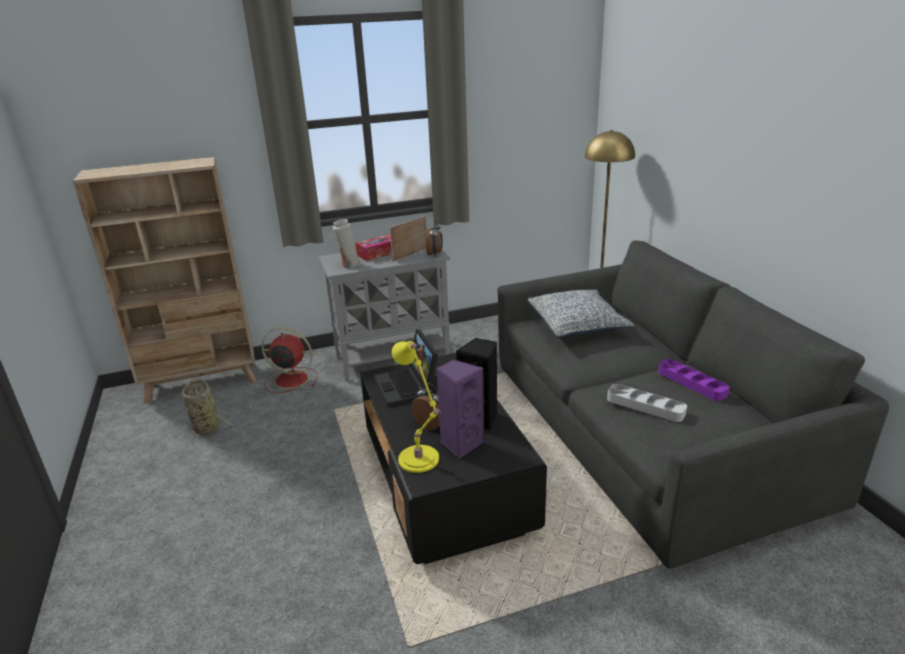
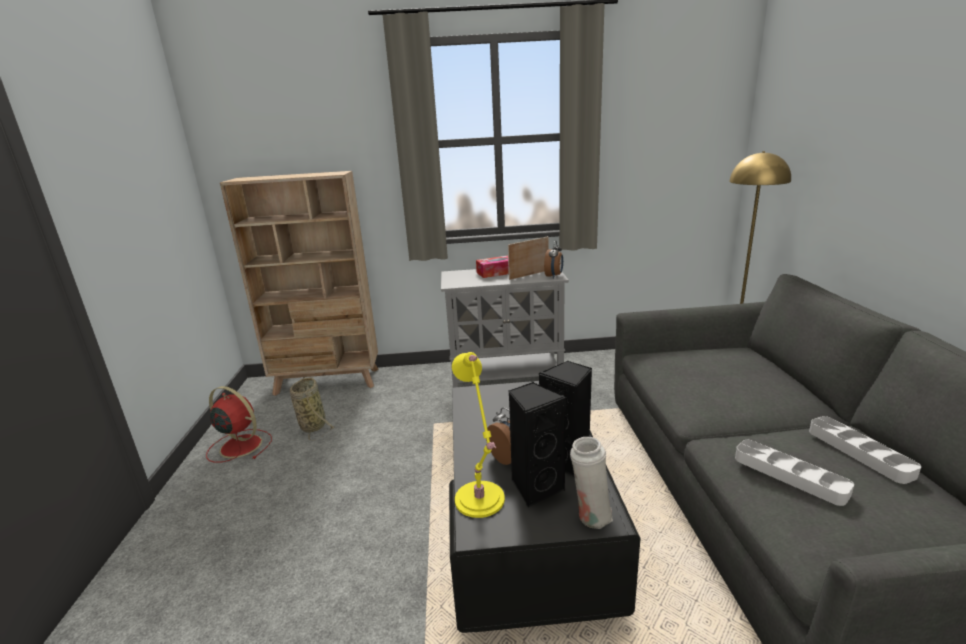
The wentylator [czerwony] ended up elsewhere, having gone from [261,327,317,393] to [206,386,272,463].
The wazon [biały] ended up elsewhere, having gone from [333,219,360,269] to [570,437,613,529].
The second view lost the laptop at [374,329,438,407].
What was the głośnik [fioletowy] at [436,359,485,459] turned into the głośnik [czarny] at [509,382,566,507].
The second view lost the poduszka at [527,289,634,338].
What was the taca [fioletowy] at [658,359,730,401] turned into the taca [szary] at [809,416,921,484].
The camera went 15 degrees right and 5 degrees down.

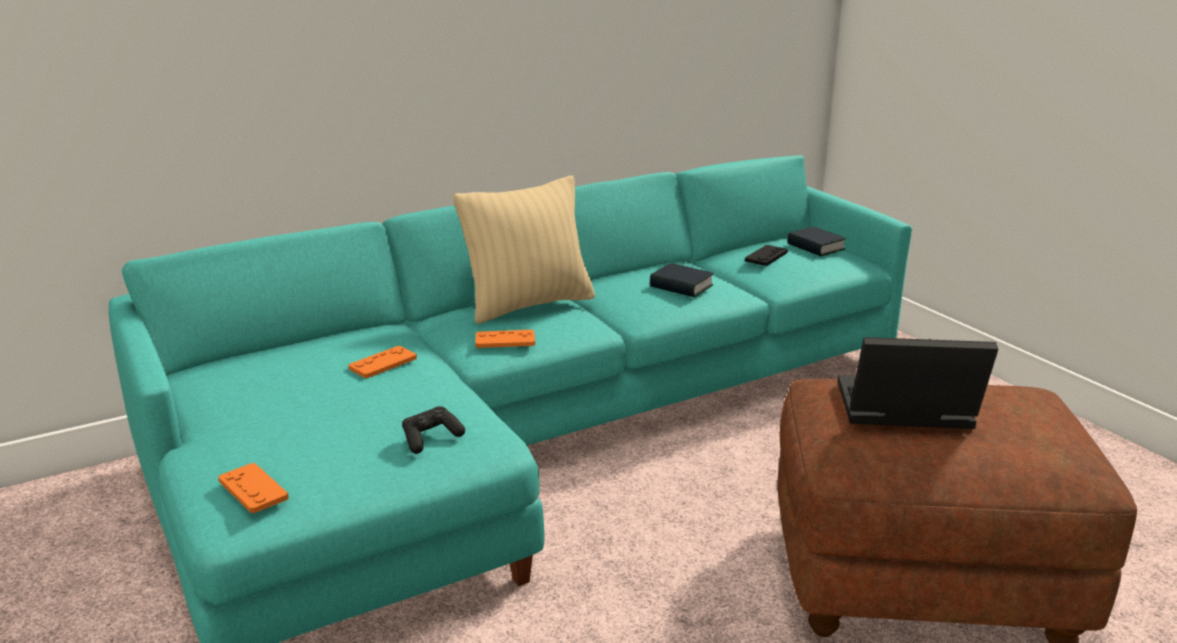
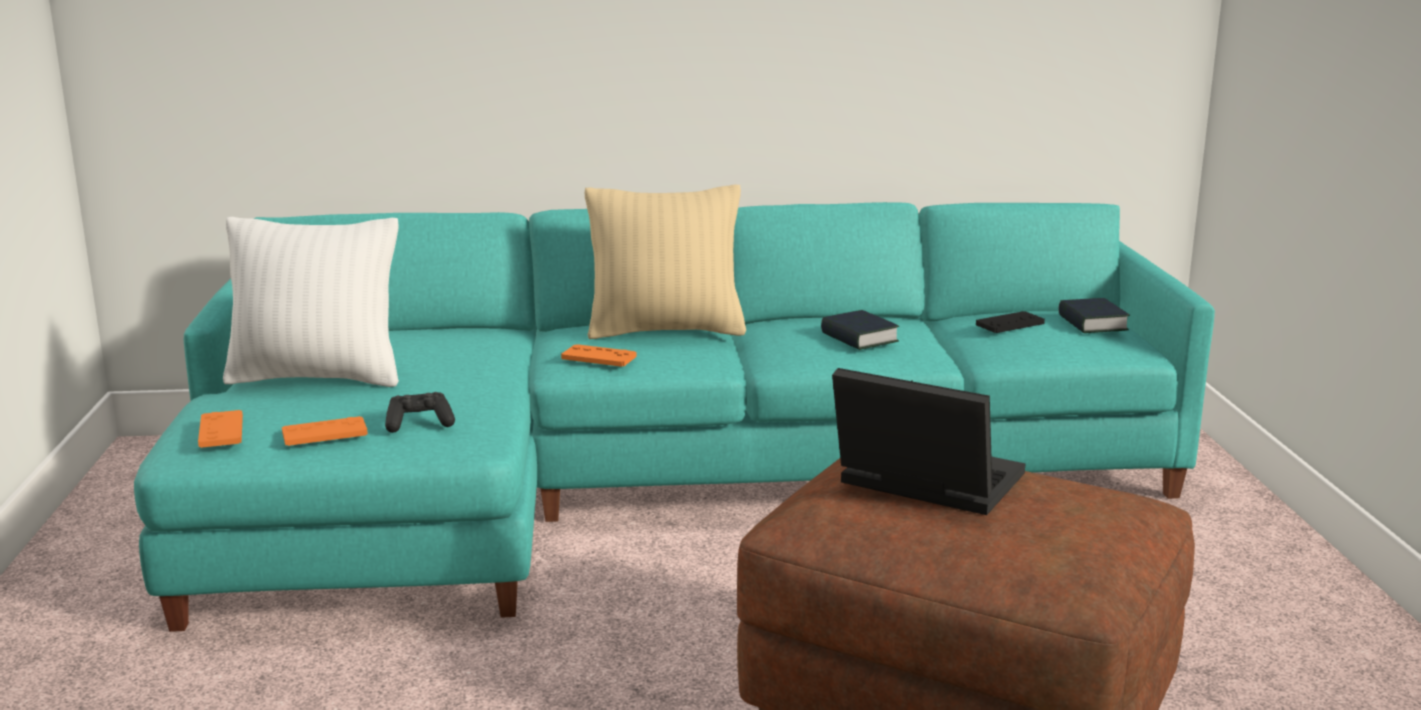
The pad do gier [pomarańczowy] ended up elsewhere, having gone from [348,346,417,378] to [282,416,368,446].
The second view gained the poduszka [biały] at [223,217,399,387].
The camera went 25 degrees right and 5 degrees down.

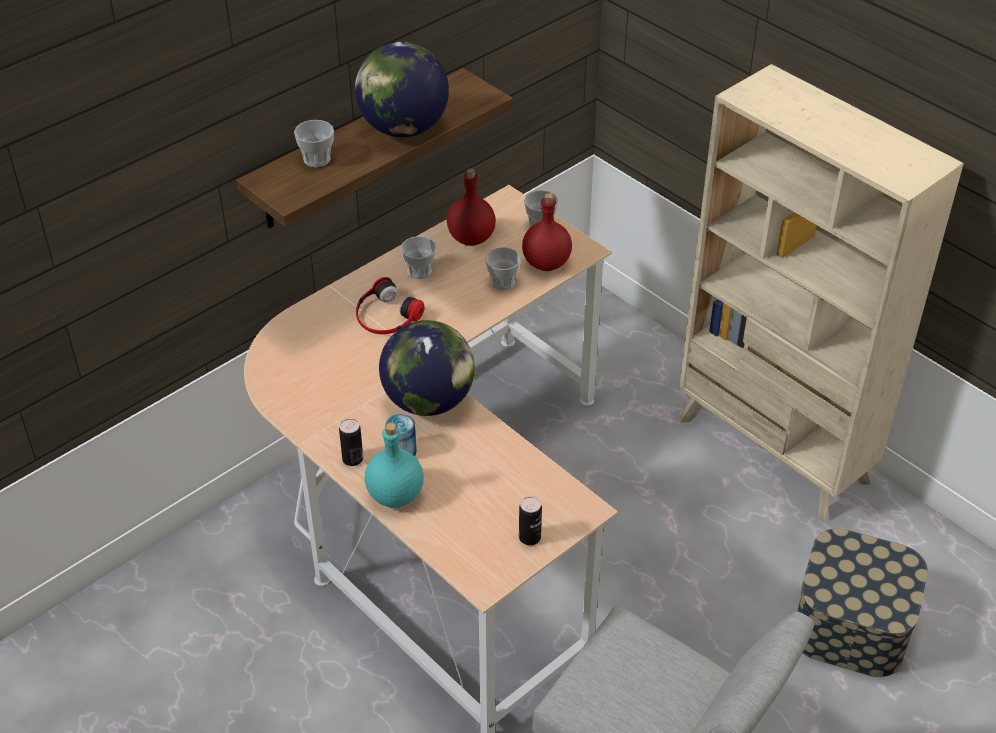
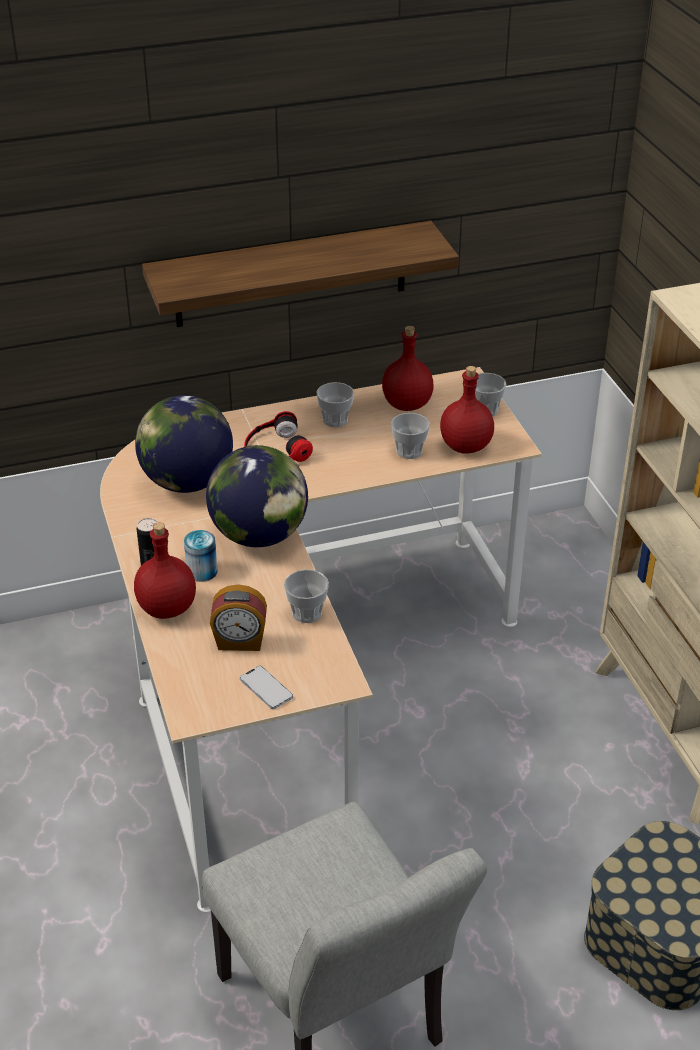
The filiżanka ended up elsewhere, having gone from [294,120,334,167] to [284,569,329,623].
The globus ended up elsewhere, having gone from [355,42,449,137] to [135,395,233,493].
What was the butelka [turkusowy] at [365,423,424,508] turned into the butelka [czerwony] at [134,522,196,619].
Where the puszka stood at [519,496,542,545], the telefon came to stand at [240,666,293,709].
The second view gained the budzik at [210,584,267,651].
The camera went 25 degrees right and 5 degrees down.

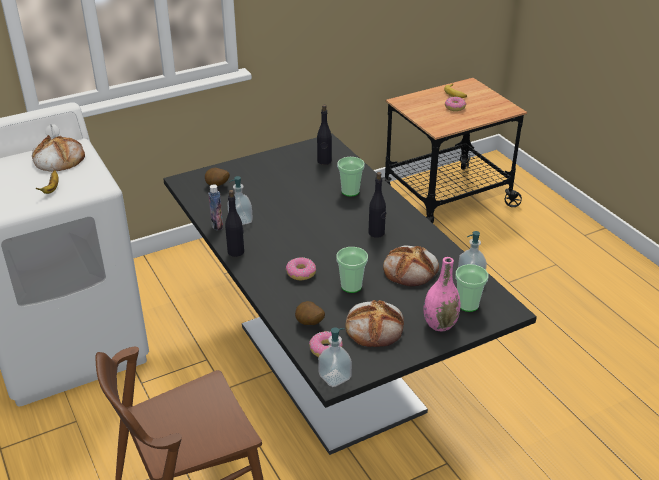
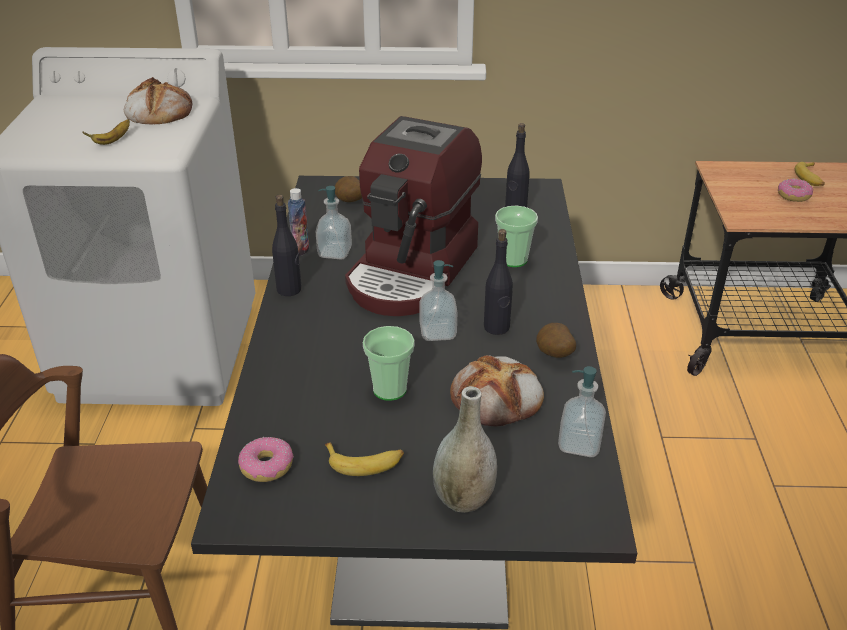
The second view lost the donut at [286,257,316,280].
The ziemniak ended up elsewhere, having gone from [295,301,325,325] to [536,323,576,358].
The dozownik mydła ended up elsewhere, having gone from [318,327,352,387] to [420,260,457,341].
Where the chleb stood at [346,300,404,347], the banan came to stand at [325,442,404,476].
What was the wazon [różowy] at [423,257,461,331] turned into the wazon [szary] at [433,386,497,513].
The second view lost the filiżanka at [455,264,488,312].
The second view gained the ekspres do kawy at [345,116,482,316].
The camera went 30 degrees right and 0 degrees up.

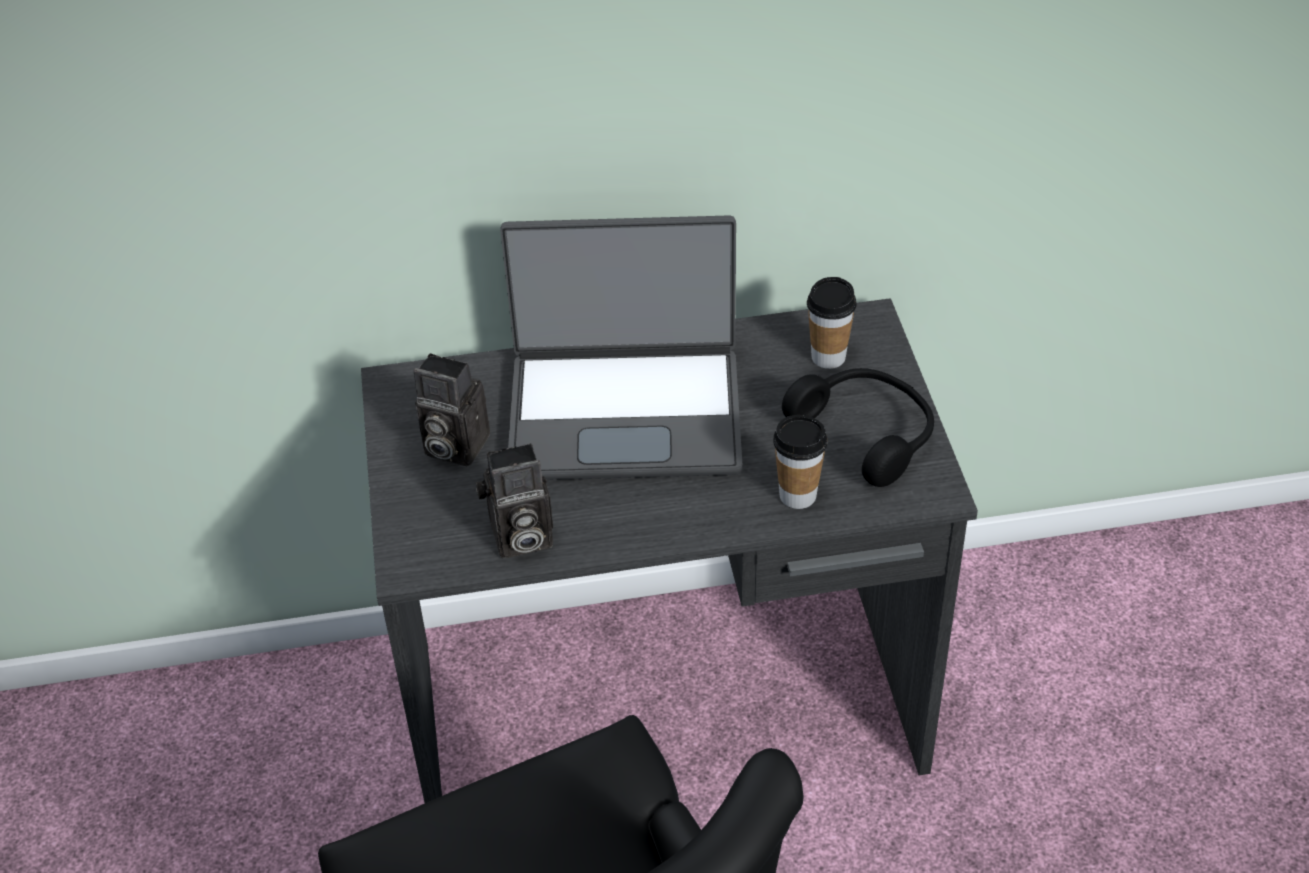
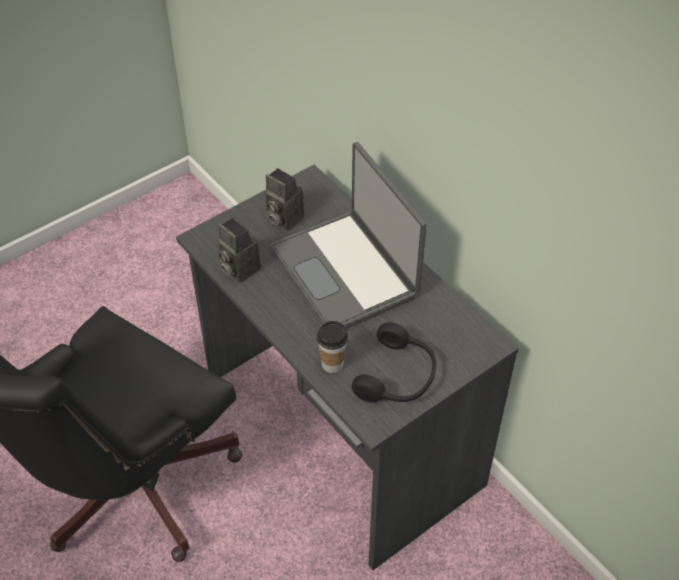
The aparat fotograficzny at [414,353,490,467] ended up facing another way, 45 degrees counterclockwise from before.
The second view lost the filiżanka at [807,277,856,369].
The camera went 60 degrees right and 5 degrees up.

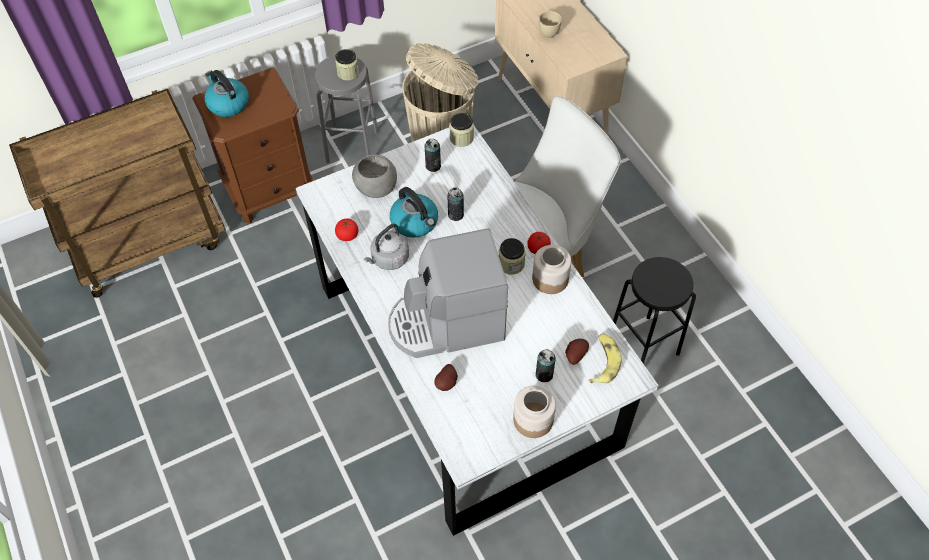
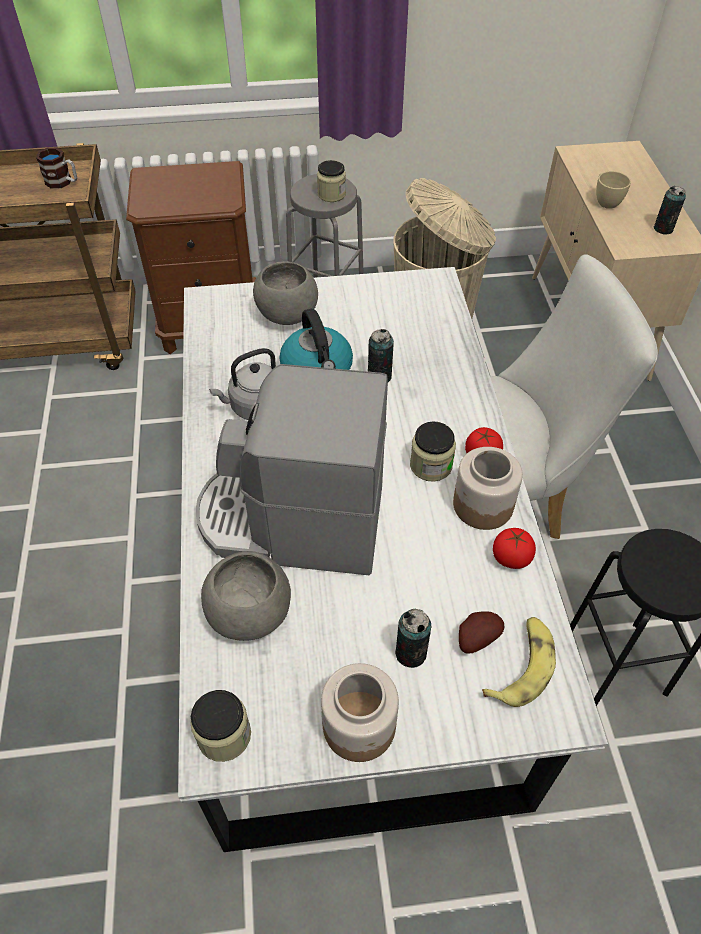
The second view lost the czajnik at [204,70,249,117].
The pomidor ended up elsewhere, having gone from [335,218,358,241] to [493,528,536,569].
The puszka ended up elsewhere, having gone from [425,139,441,172] to [654,186,686,234].
Where the ziemniak stood at [434,364,458,391], the miska [szary] came to stand at [201,551,291,641].
The słoik ended up elsewhere, having gone from [449,113,474,147] to [190,690,251,762].
The second view gained the kubek at [36,148,77,189].
The camera went 20 degrees right and 5 degrees down.

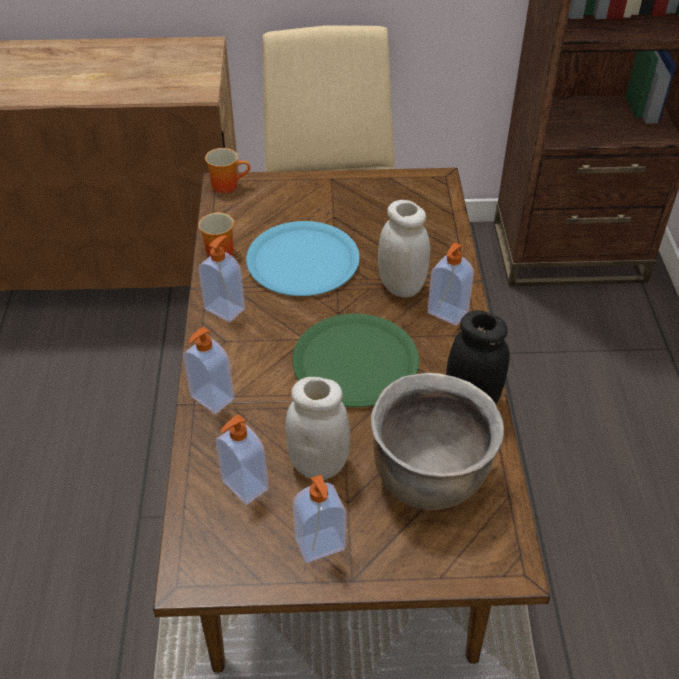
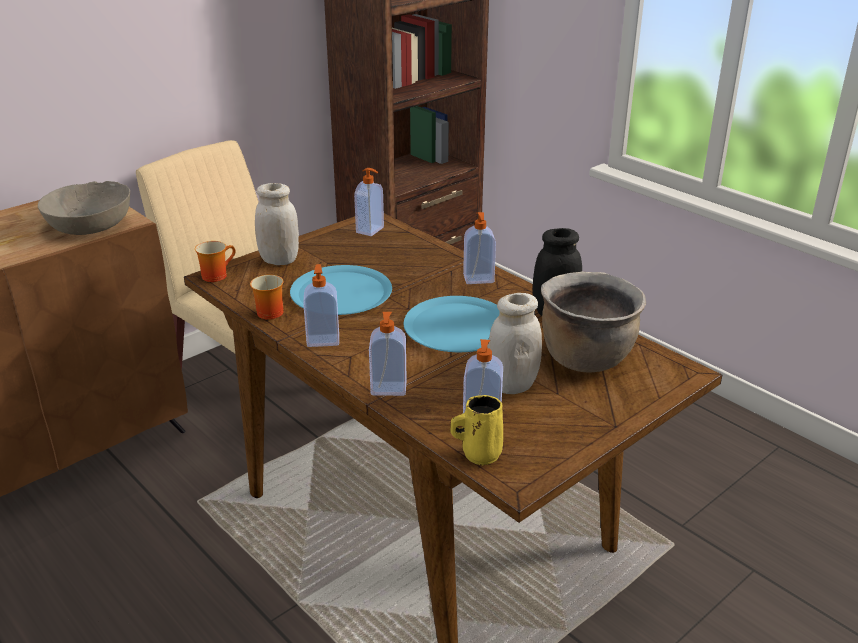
What was the talerz [zielony] at [292,314,419,407] turned into the talerz [niebieski] at [404,296,500,352].
The dozownik mydła ended up elsewhere, having gone from [293,475,346,563] to [354,168,384,236].
The słoik [biały] ended up elsewhere, having gone from [378,200,430,298] to [255,183,299,265].
The second view gained the miska [szary] at [38,181,130,235].
The second view gained the kubek [żółty] at [450,395,503,465].
The camera went 40 degrees left and 15 degrees down.

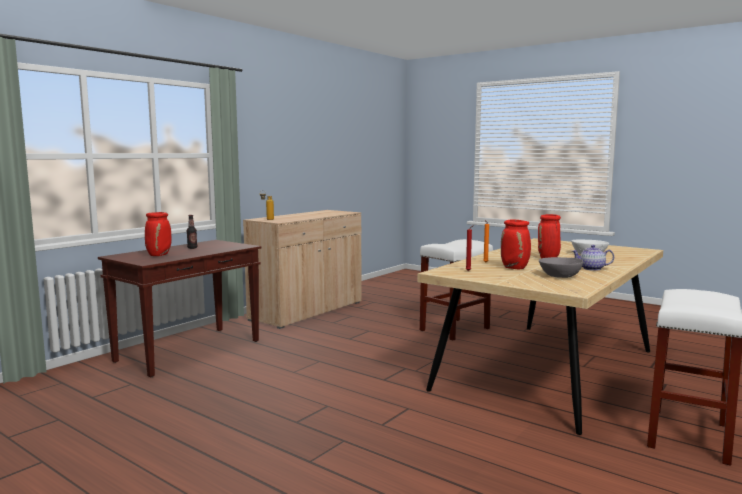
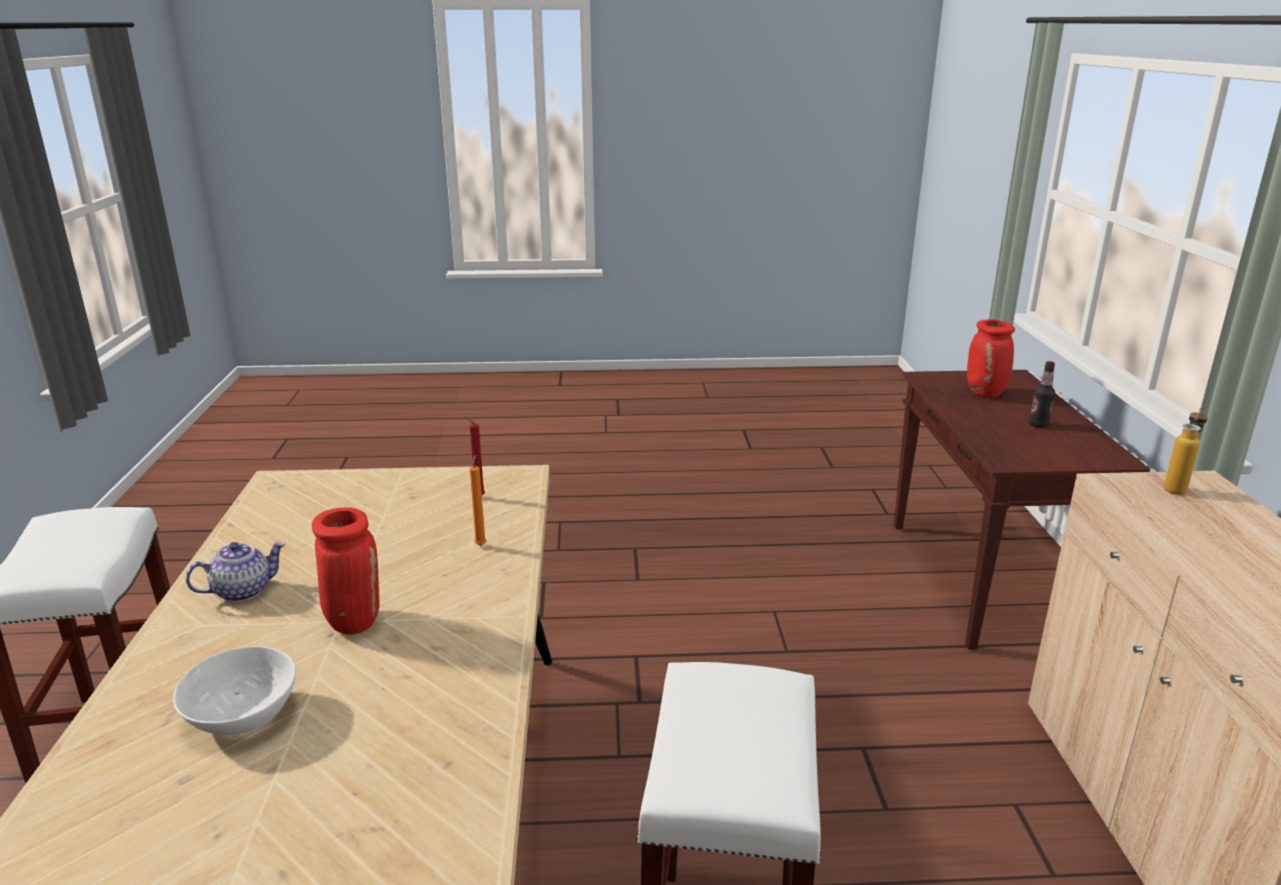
The second view lost the wazon [czerwony] at [501,220,531,269].
The second view lost the miska [szary] at [539,257,583,278].
The camera went 140 degrees right and 15 degrees up.

